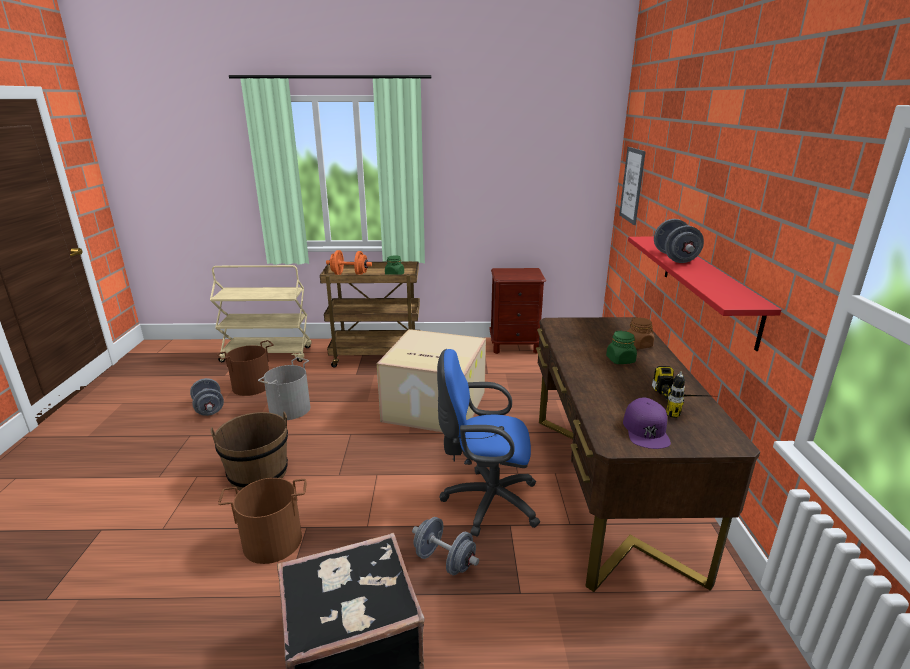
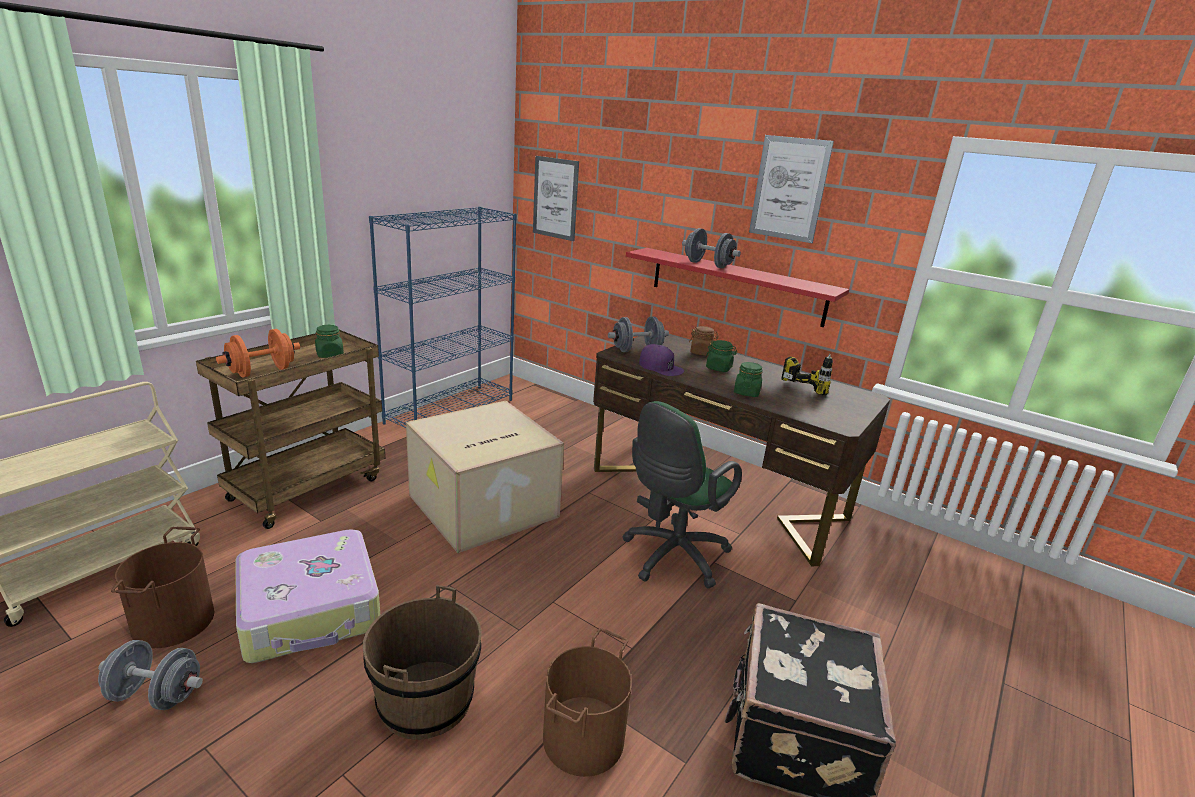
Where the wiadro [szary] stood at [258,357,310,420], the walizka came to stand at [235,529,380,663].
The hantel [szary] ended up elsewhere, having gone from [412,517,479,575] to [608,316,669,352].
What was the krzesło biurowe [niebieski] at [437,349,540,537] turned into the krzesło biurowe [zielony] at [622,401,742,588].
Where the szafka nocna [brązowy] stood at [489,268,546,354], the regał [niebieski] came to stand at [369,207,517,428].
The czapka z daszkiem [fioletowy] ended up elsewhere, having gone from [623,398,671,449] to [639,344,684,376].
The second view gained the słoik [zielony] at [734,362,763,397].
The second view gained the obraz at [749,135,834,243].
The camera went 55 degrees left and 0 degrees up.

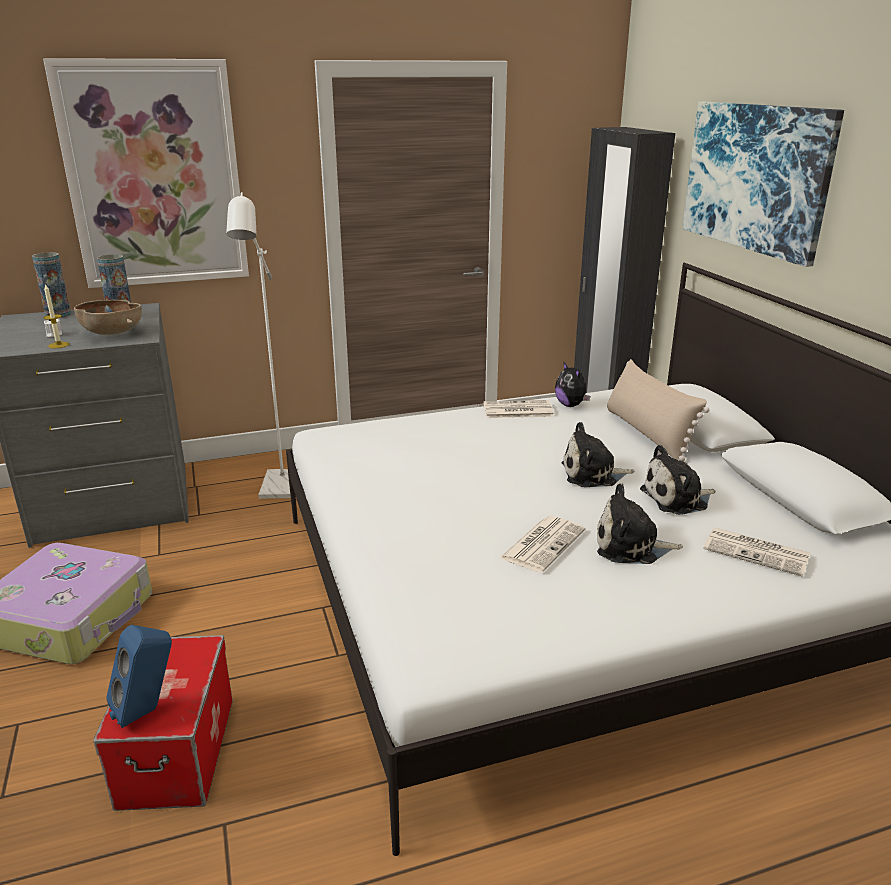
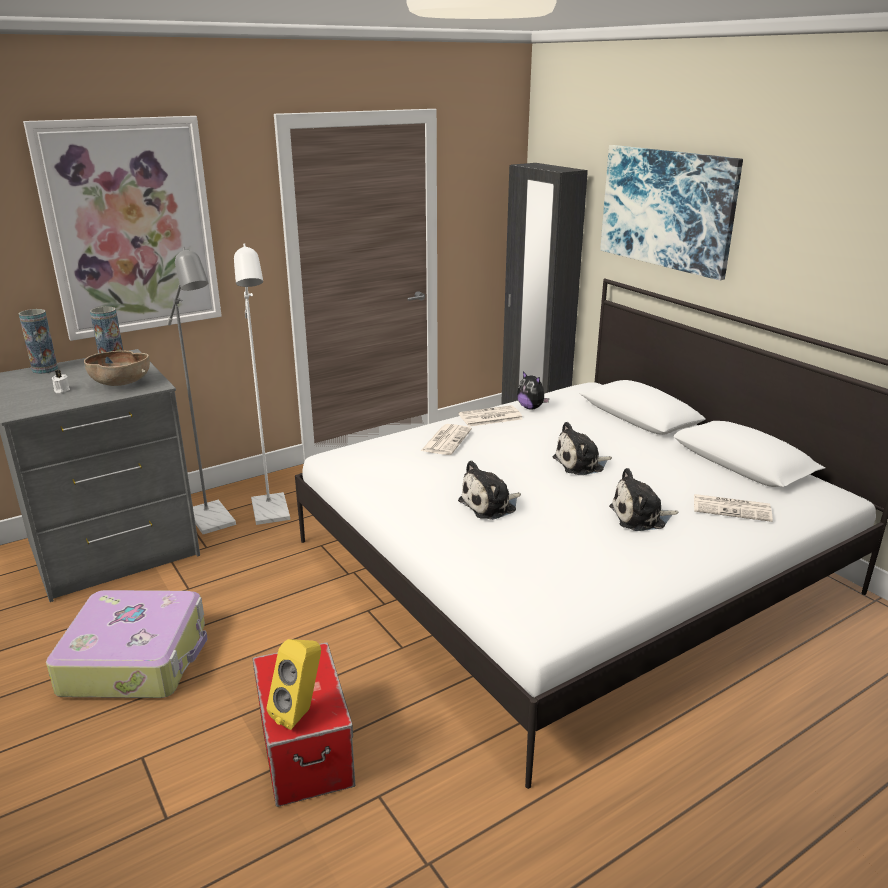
The second view lost the świeca at [44,284,69,348].
What was the głośnik [niebieski] at [106,625,172,728] turned into the głośnik [żółty] at [267,639,321,730].
The gazeta ended up elsewhere, having gone from [500,516,586,573] to [421,424,472,455].
The second view lost the poduszka [beżowy] at [607,359,710,461].
The pluszak ended up elsewhere, having gone from [640,445,716,515] to [458,460,521,520].
The second view gained the lampa stojąca [szary] at [167,246,236,534].
The camera went 15 degrees left and 0 degrees up.

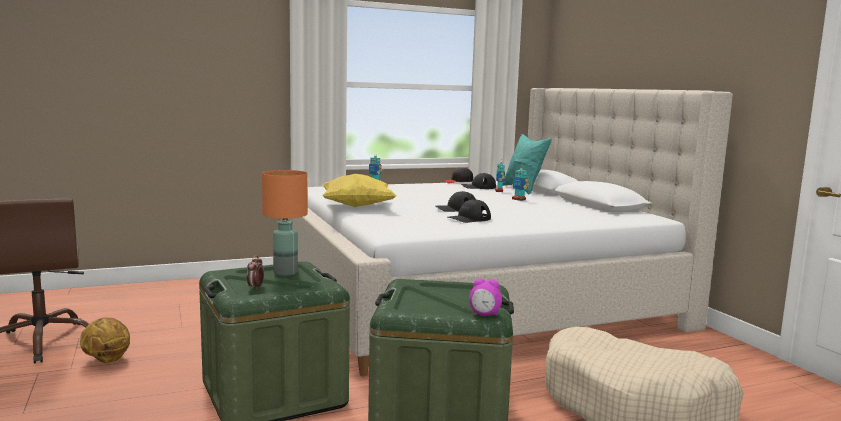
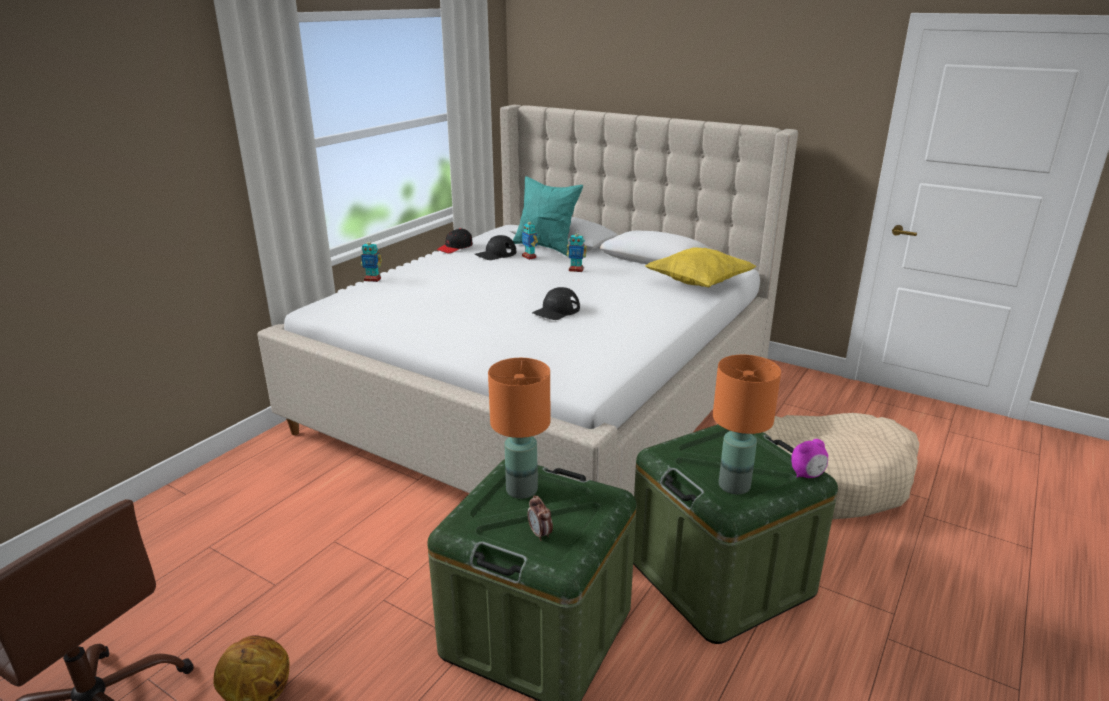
The poduszka [żółty] ended up elsewhere, having gone from [322,174,396,208] to [645,247,757,287].
The second view lost the czapka z daszkiem [czarny] at [447,199,491,223].
The second view gained the lampa stołowa [pomarańczowy] at [713,355,781,494].
The camera went 35 degrees left and 15 degrees up.

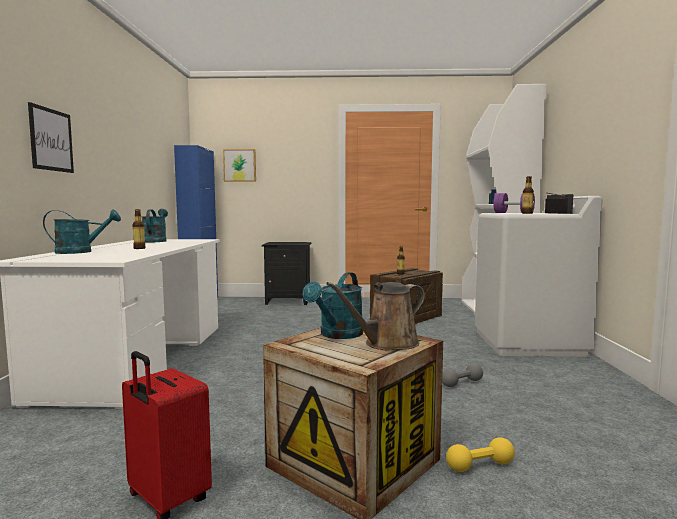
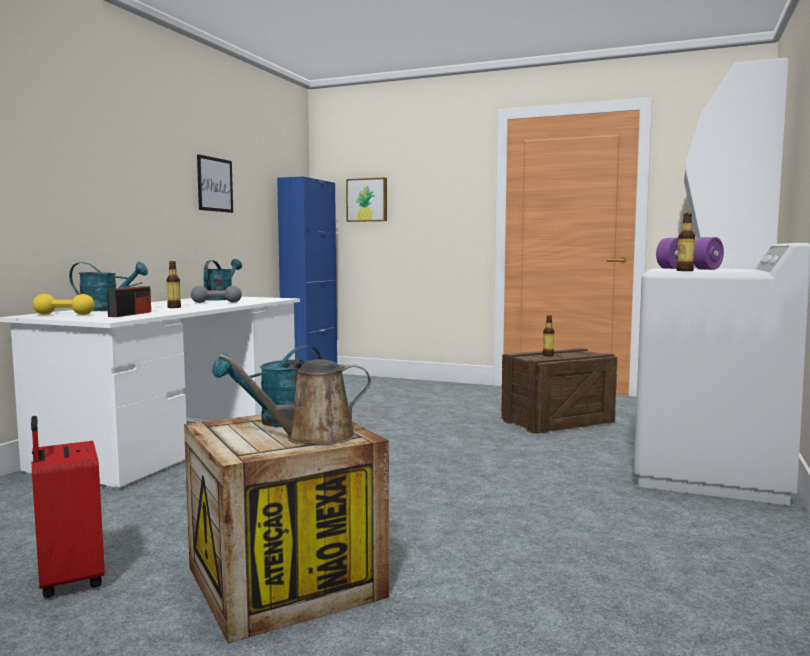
The obraz ended up elsewhere, having gone from [28,102,74,173] to [197,154,233,213].
The second view lost the szafka nocna [czarny] at [262,242,311,305].
The hantel [szary] ended up elsewhere, having gone from [442,364,483,387] to [191,286,242,303].
The hantel [żółty] ended up elsewhere, having gone from [446,437,515,472] to [33,294,95,315].
The radio ended up elsewhere, having gone from [545,193,573,214] to [107,282,151,317].
The camera went 20 degrees right and 0 degrees up.

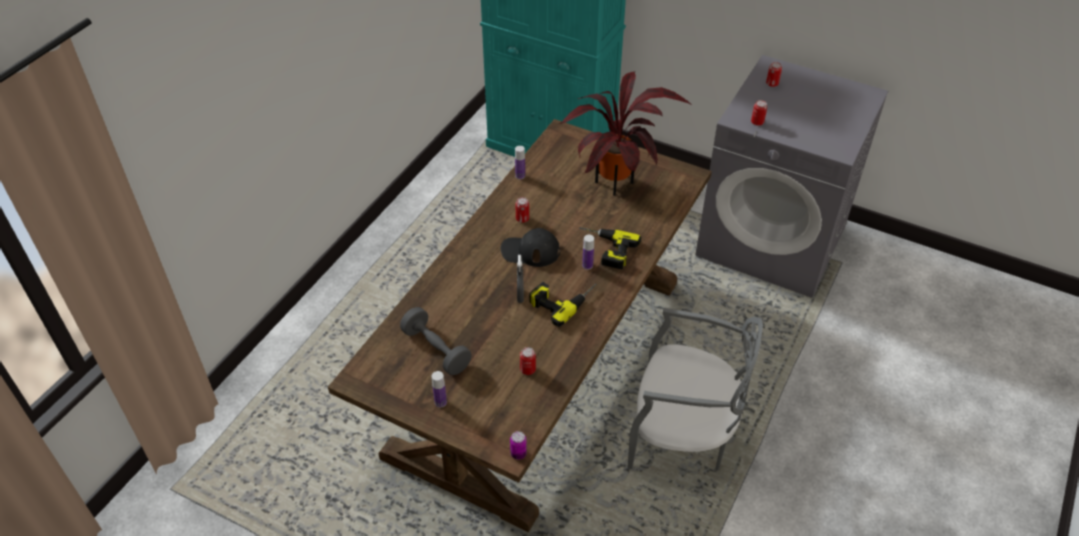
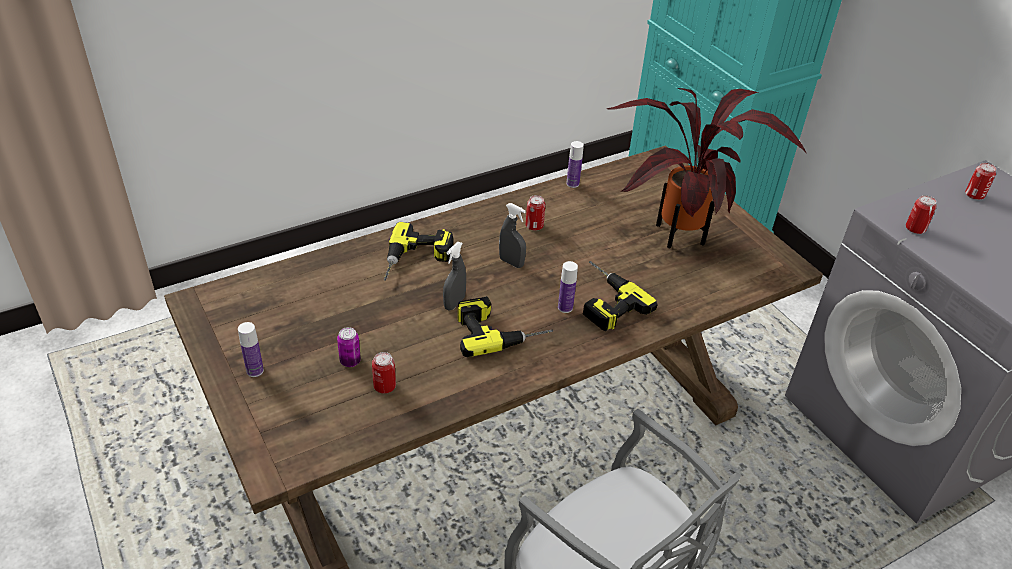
The second view lost the hantel [szary] at [400,307,472,375].
Where the czapka z daszkiem [czarny] stood at [501,228,560,267], the spryskiwacz [szary] came to stand at [499,203,526,268].
The puszka ended up elsewhere, having gone from [510,431,527,460] to [337,327,361,367].
The second view gained the wiertarka at [383,222,453,280].
The camera went 30 degrees right and 5 degrees down.

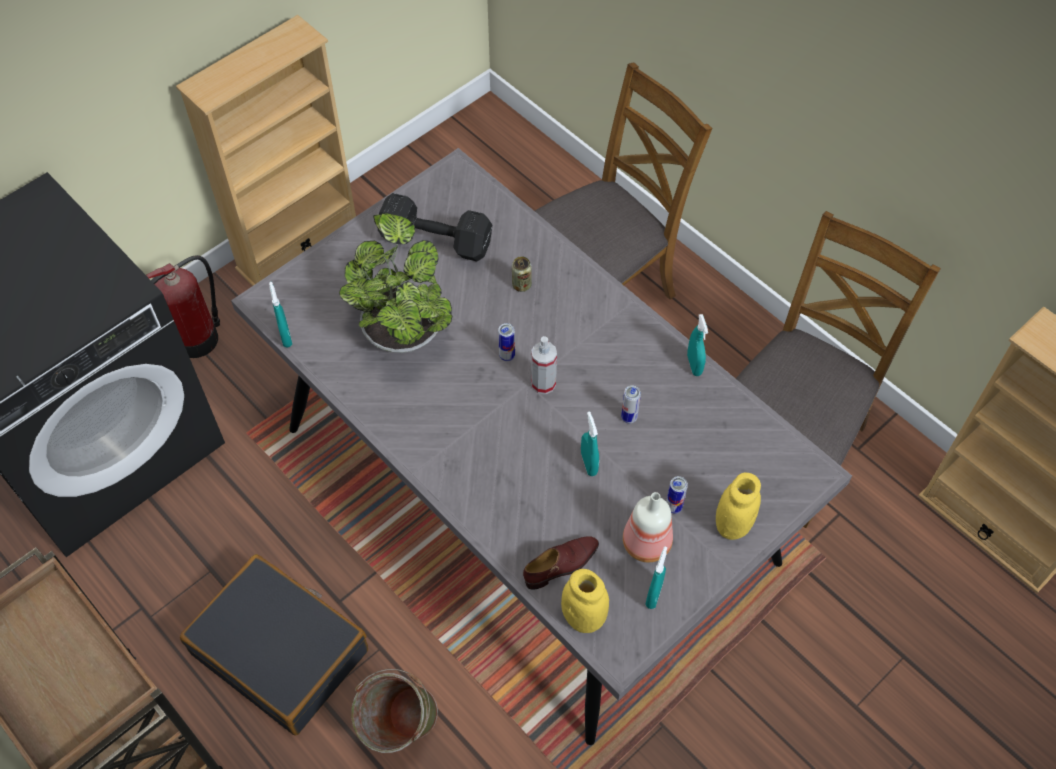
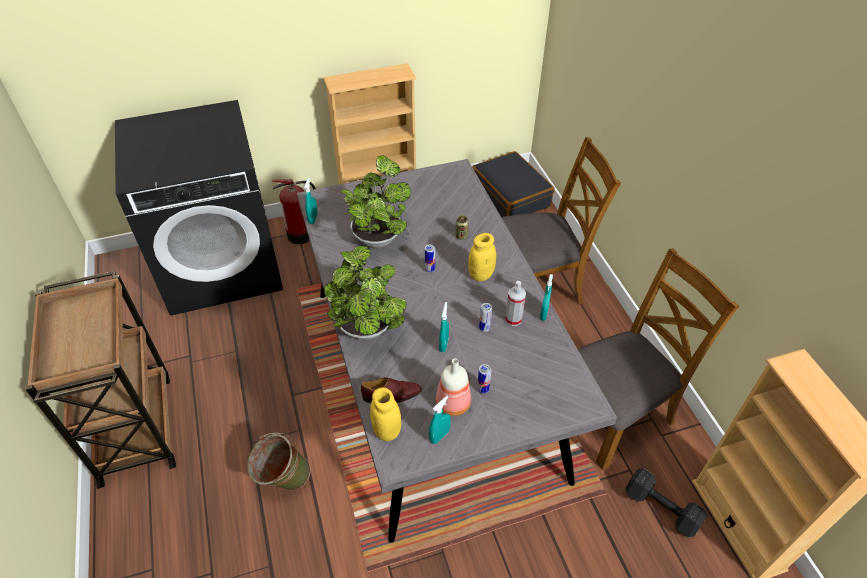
The walizka [czarny] ended up elsewhere, having gone from [180,554,368,736] to [472,151,555,217].
The hantel [czarny] ended up elsewhere, having gone from [378,193,492,262] to [625,468,707,537].
The spryskiwacz ended up elsewhere, having gone from [531,336,557,394] to [505,281,526,326].
The słoik [żółty] ended up elsewhere, having gone from [716,473,761,540] to [468,233,496,281].
The second view gained the roślina doniczkowa at [324,246,406,340].
The camera went 25 degrees right and 10 degrees down.

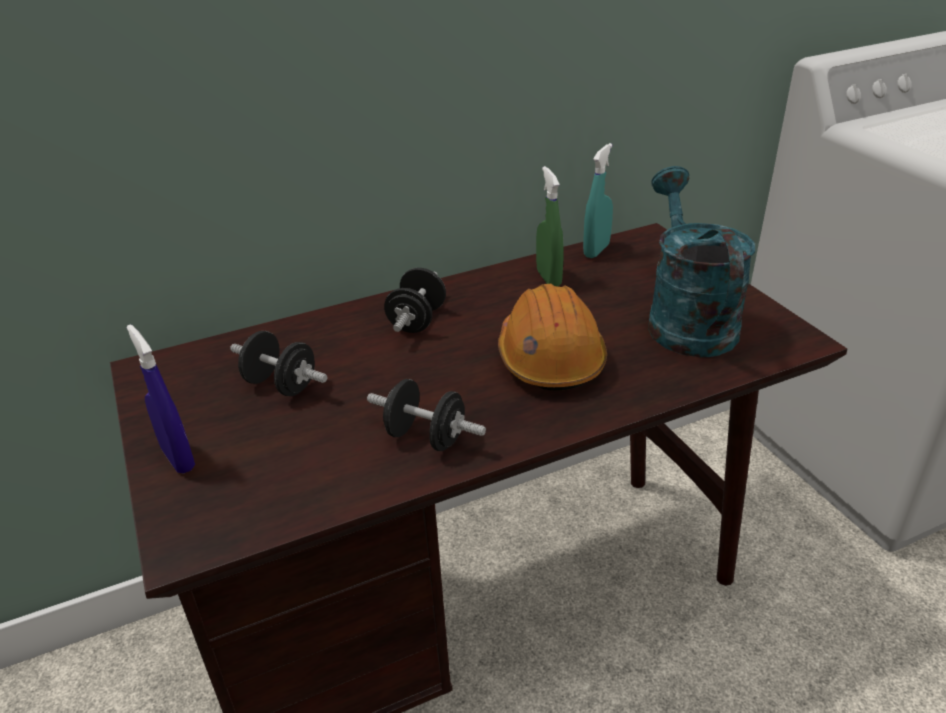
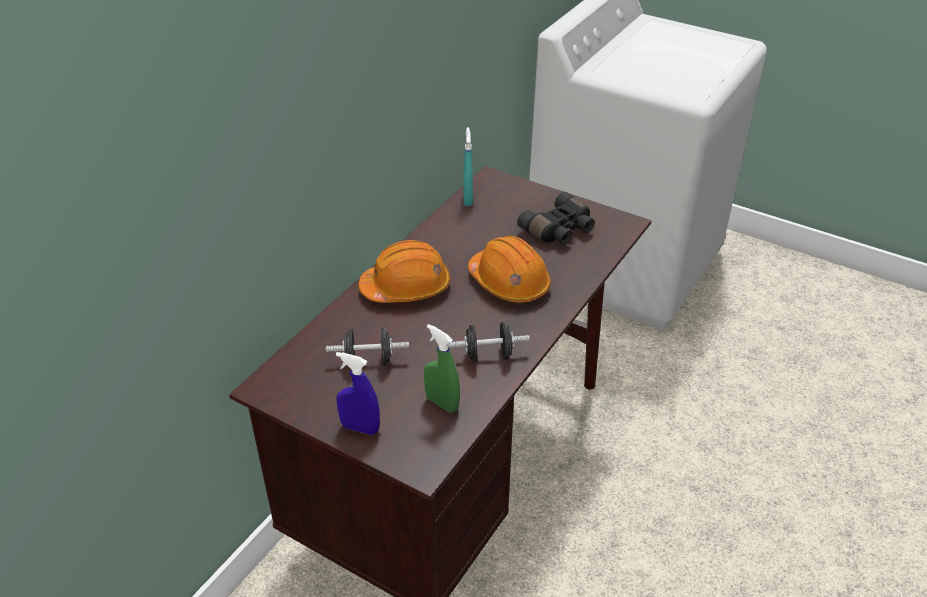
Where the hantel [czarny] stood at [384,268,446,333], the kask [pomarańczowy] came to stand at [358,240,450,303].
The spryskiwacz [zielony] ended up elsewhere, having gone from [536,166,564,287] to [424,324,460,413].
Where the konewka [turkusowy] stood at [648,166,755,357], the lornetka [czarny] came to stand at [517,192,595,245].
The camera went 35 degrees left and 5 degrees up.

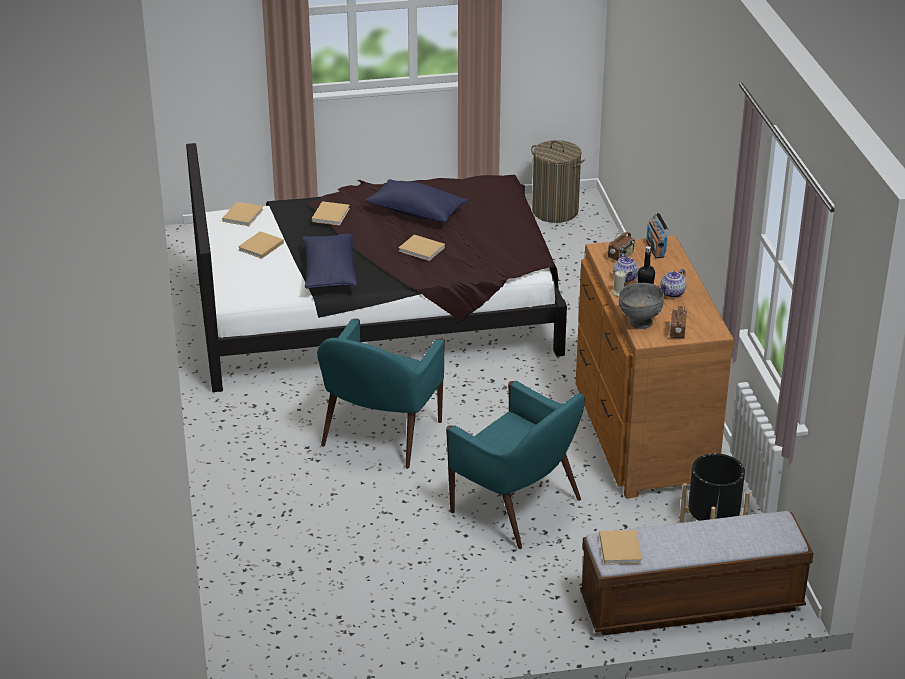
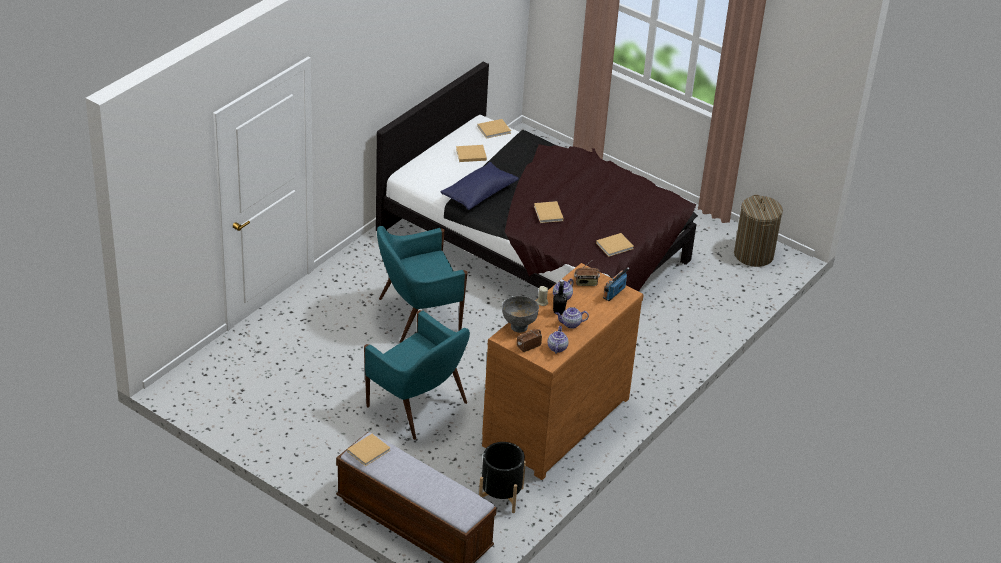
The książka [beżowy] ended up elsewhere, having gone from [312,201,350,226] to [596,233,634,257].
The second view lost the poduszka [niebieski] at [365,179,468,223].
The fotel [turkusowy] at [446,381,585,549] ended up facing another way, 45 degrees counterclockwise from before.
The second view gained the imbryk at [547,326,569,354].
The camera went 45 degrees right and 5 degrees up.

